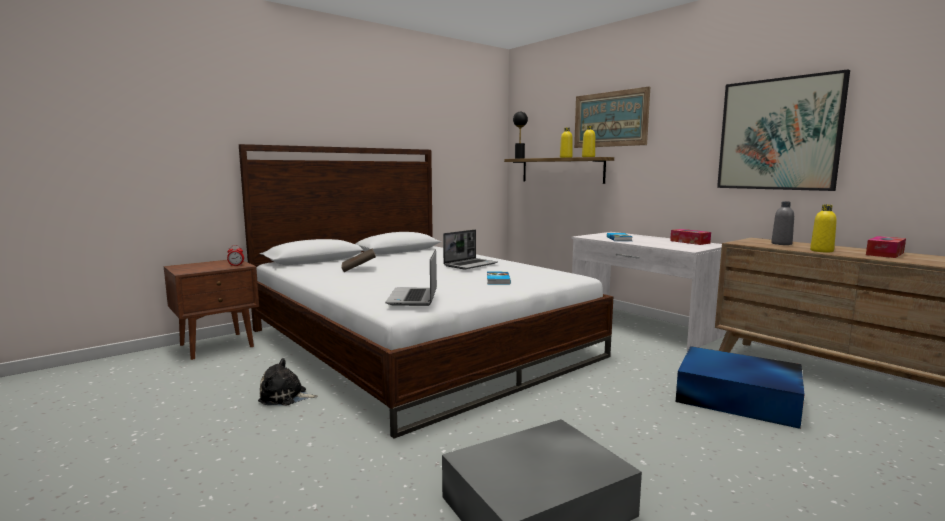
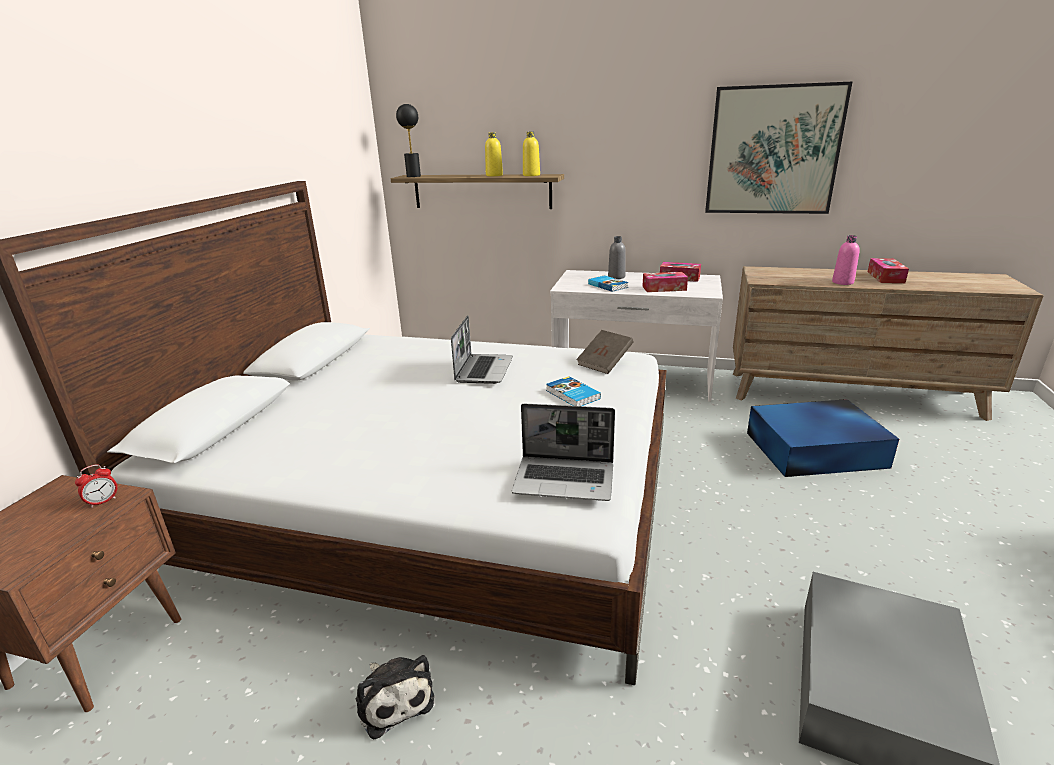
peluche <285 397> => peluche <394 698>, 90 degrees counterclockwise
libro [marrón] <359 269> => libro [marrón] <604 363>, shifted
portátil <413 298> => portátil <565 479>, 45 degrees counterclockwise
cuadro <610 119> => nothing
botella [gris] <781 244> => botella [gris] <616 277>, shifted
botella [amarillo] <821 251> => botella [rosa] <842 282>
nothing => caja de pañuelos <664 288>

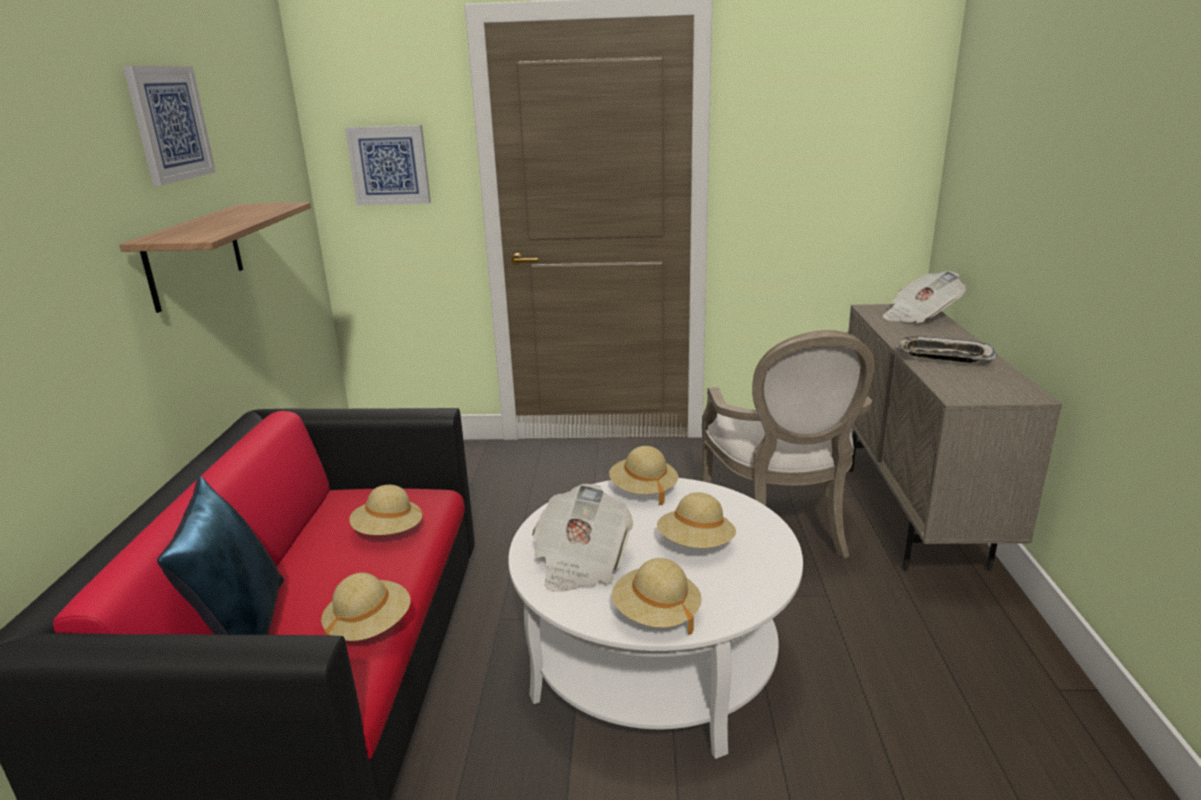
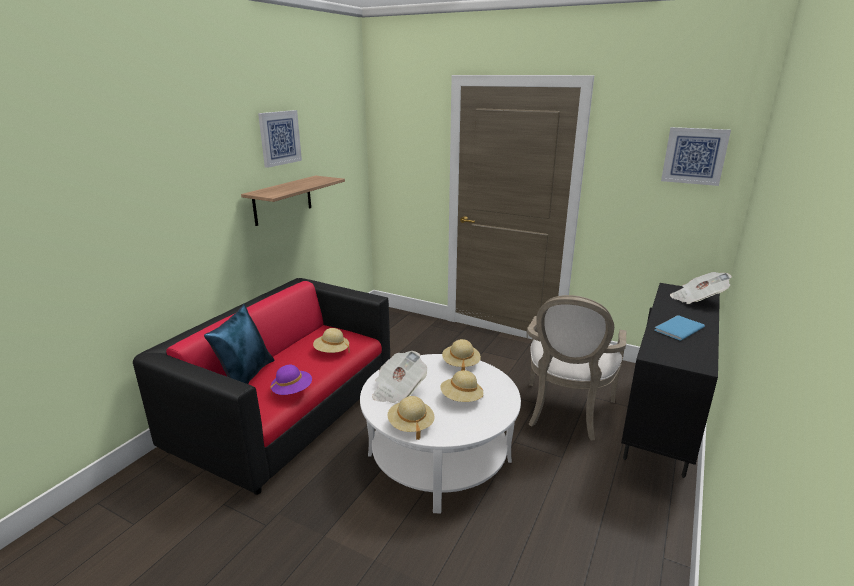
sombrero [beis] <369 626> => sombrero [morado] <292 391>
cuadro <389 165> => cuadro <694 156>, shifted
armario [beis] <912 515> => armario [negro] <660 429>
bandeja <943 356> => libro [azul] <677 329>

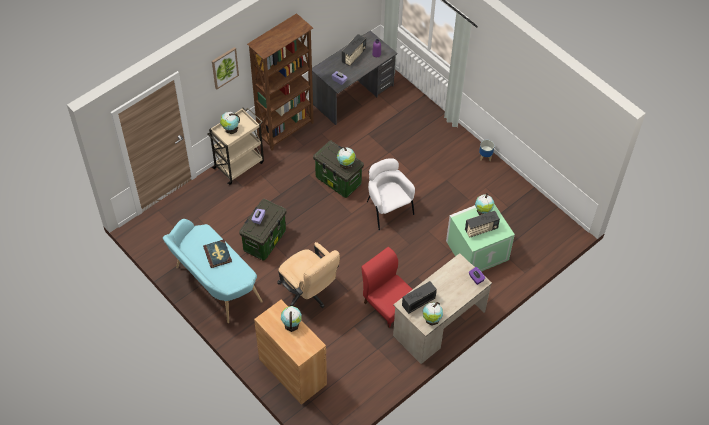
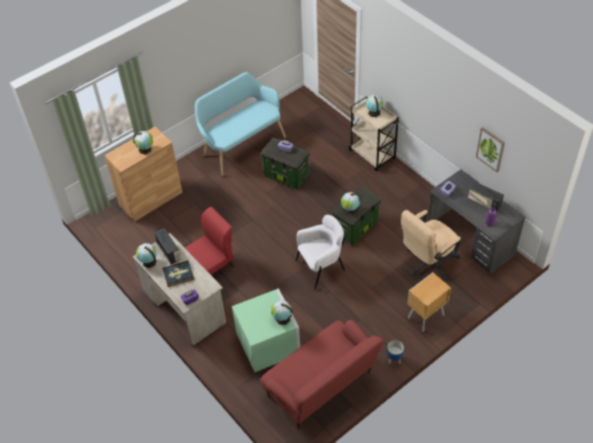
libro <217 254> => libro <178 274>, shifted
cuadro <224 67> => cuadro <490 149>, shifted
estantería [marrón] <286 130> => nothing
silla de oficina [beis] <308 293> => silla de oficina [beis] <427 263>, shifted
radio <481 229> => nothing
nothing => sofá [rojo] <321 386>
nothing => mesita de noche [marrón] <425 317>

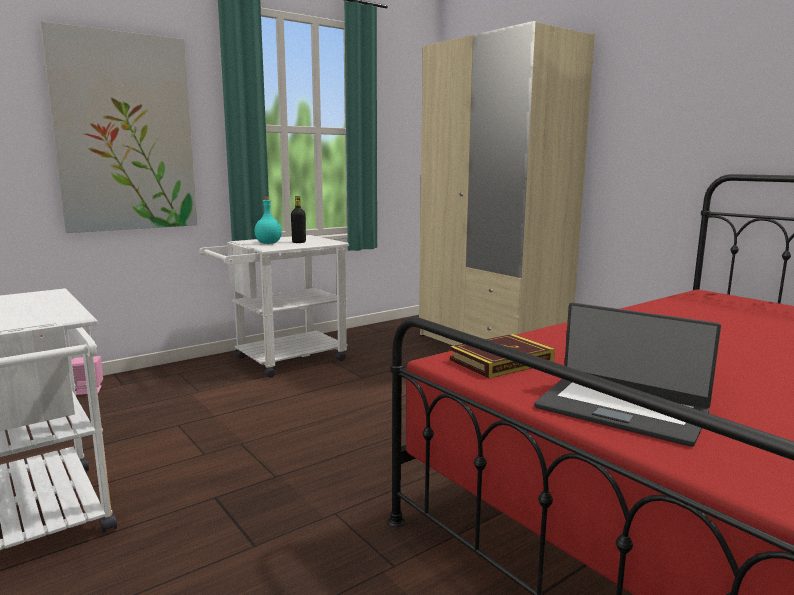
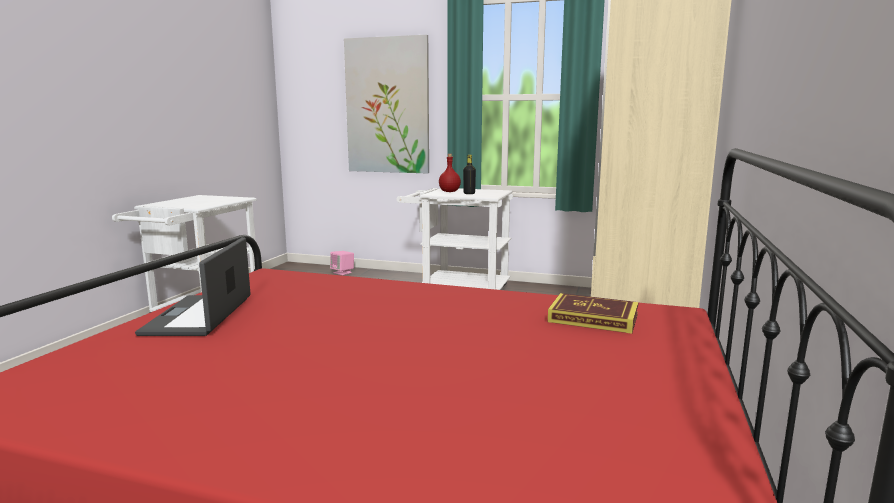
botella [turquesa] <269 243> => botella [rojo] <450 191>
libro <501 361> => libro <593 318>, shifted

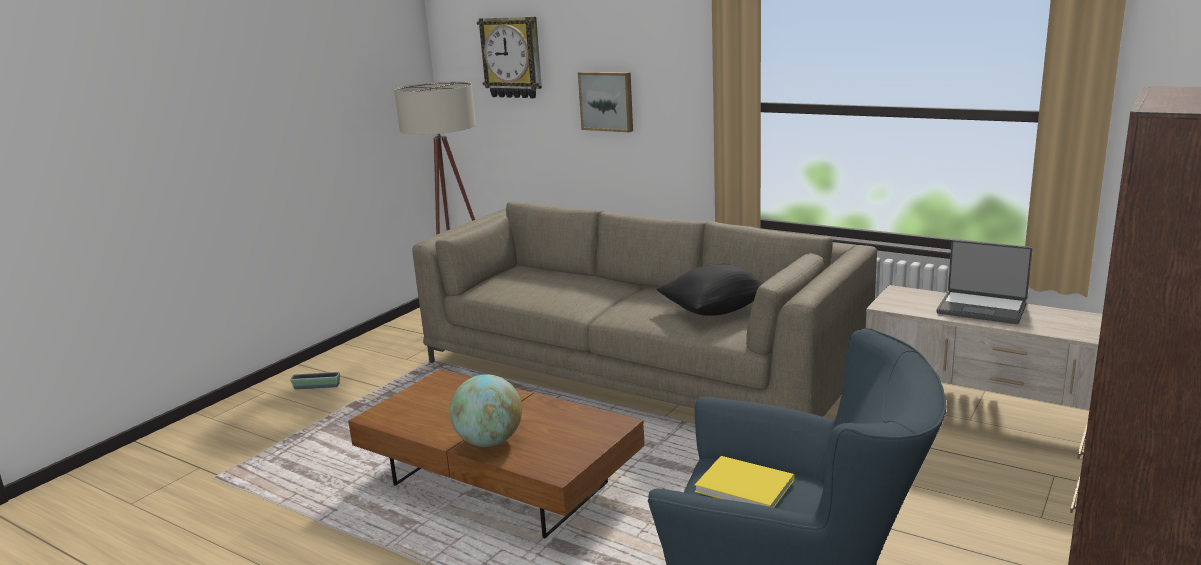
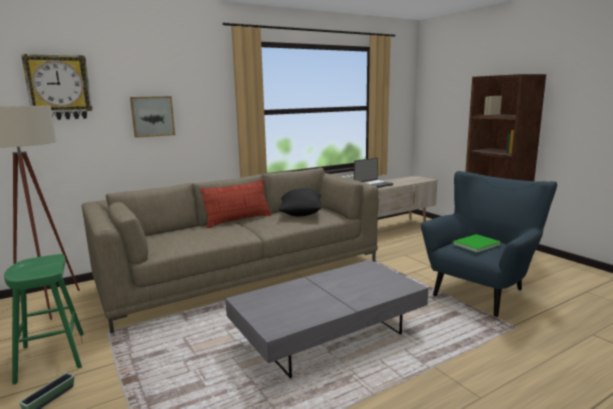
mesa de centro [marrón] <501 484> => mesa de centro [gris] <328 337>
globo terráqueo <489 442> => nothing
libro [amarillo] <743 484> => libro [verde] <474 244>
nothing => taburete [verde] <51 357>
nothing => cojín <238 220>

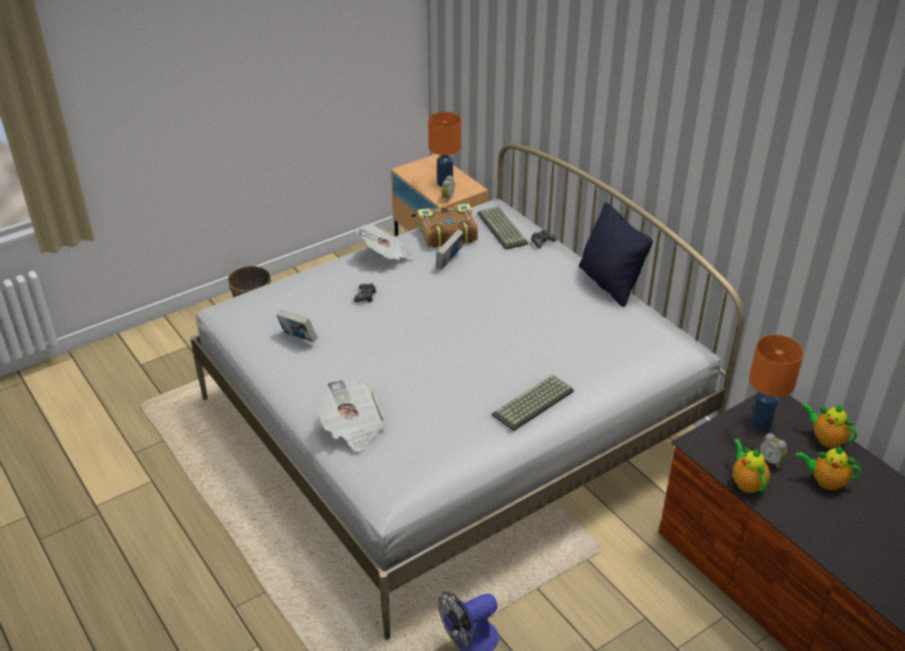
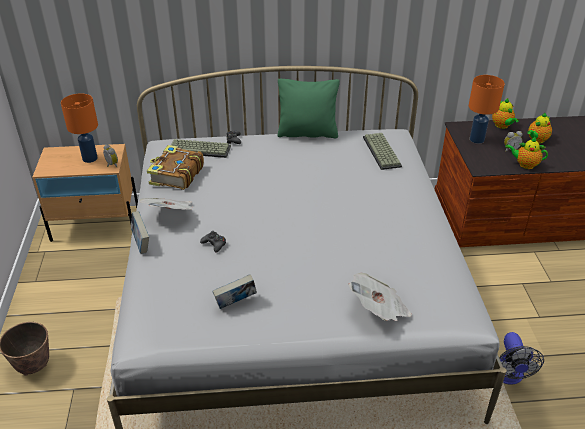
libro <449 261> => libro <141 243>, shifted
teclado <533 404> => teclado <383 152>, shifted
cojín [negro] <609 283> => cojín [verde] <307 133>
tetera <826 439> => tetera <502 126>, 90 degrees counterclockwise

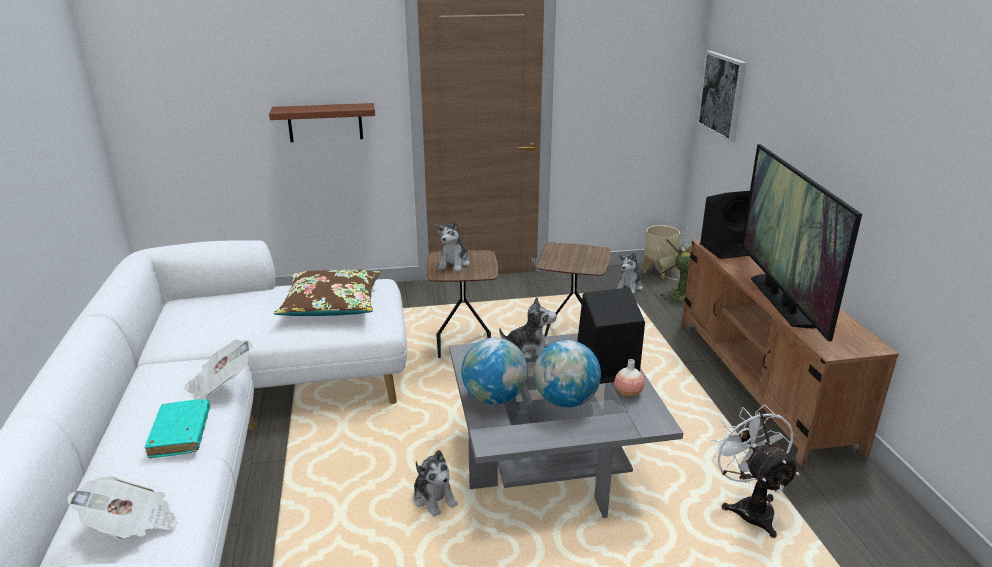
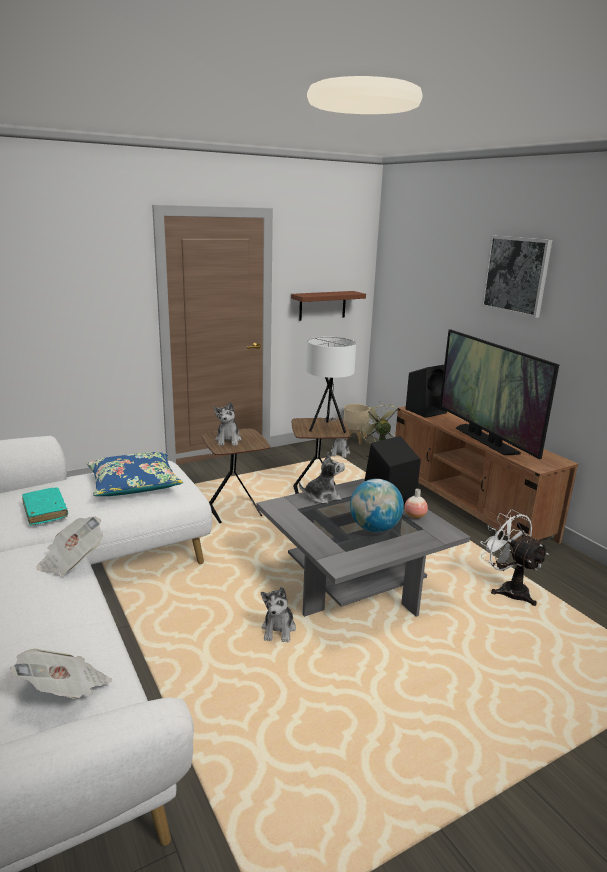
libro [turquesa] <181 434> => libro [turquesa] <45 511>, shifted
estante [marrón] <325 122> => estante [marrón] <322 305>, shifted
cojín [marrón] <332 304> => cojín [azul] <134 484>
peluche <434 498> => peluche <279 629>, 60 degrees clockwise
globo terráqueo <494 398> => nothing
cuadro <722 95> => cuadro <516 275>, shifted
nothing => lámpara de mesa [blanco] <327 428>

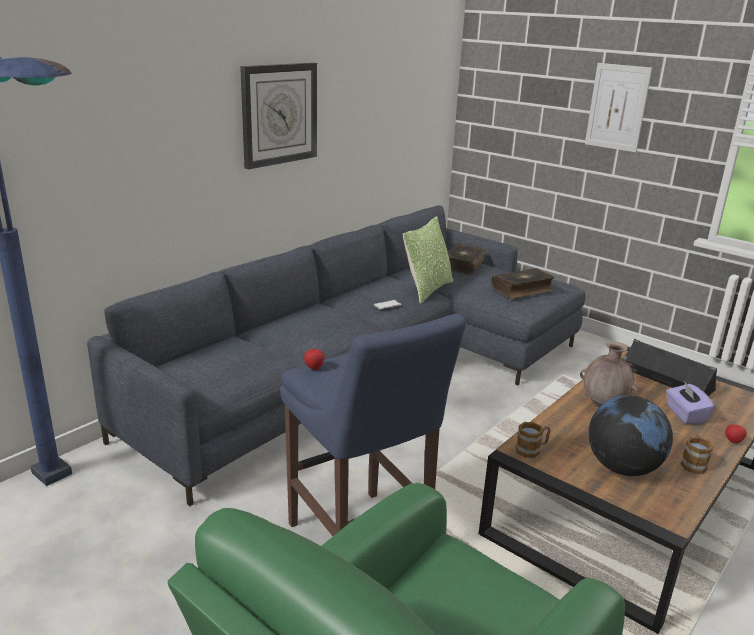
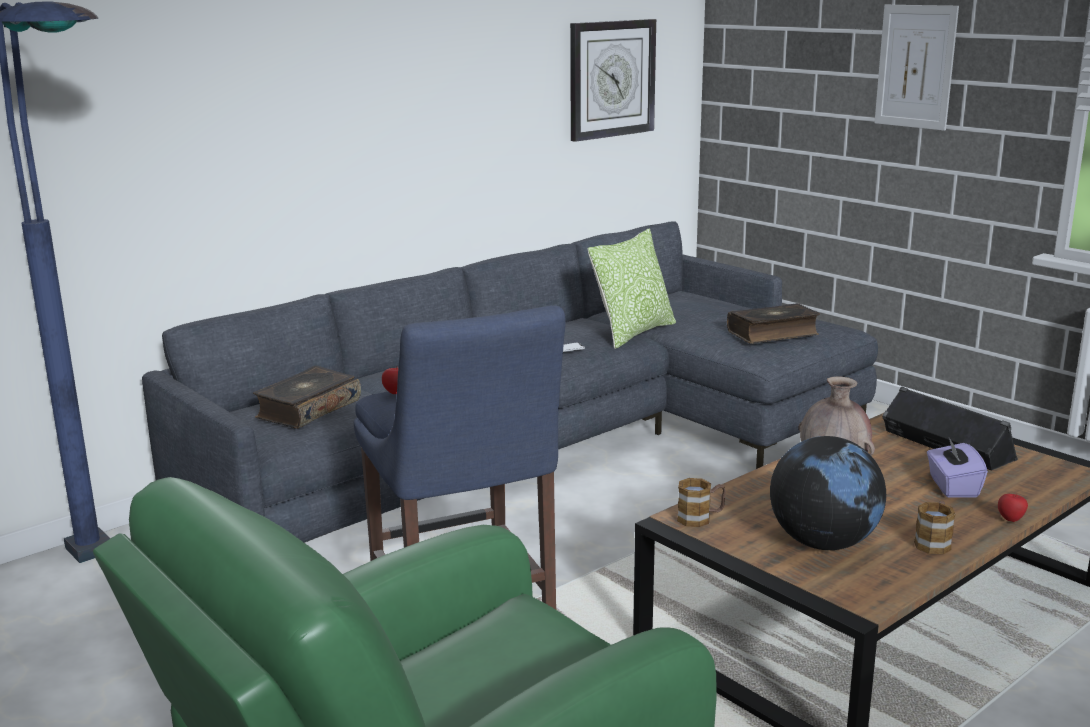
reloj de pared <279 114> => reloj de pared <611 79>, shifted
libro <462 265> => libro <307 409>, shifted

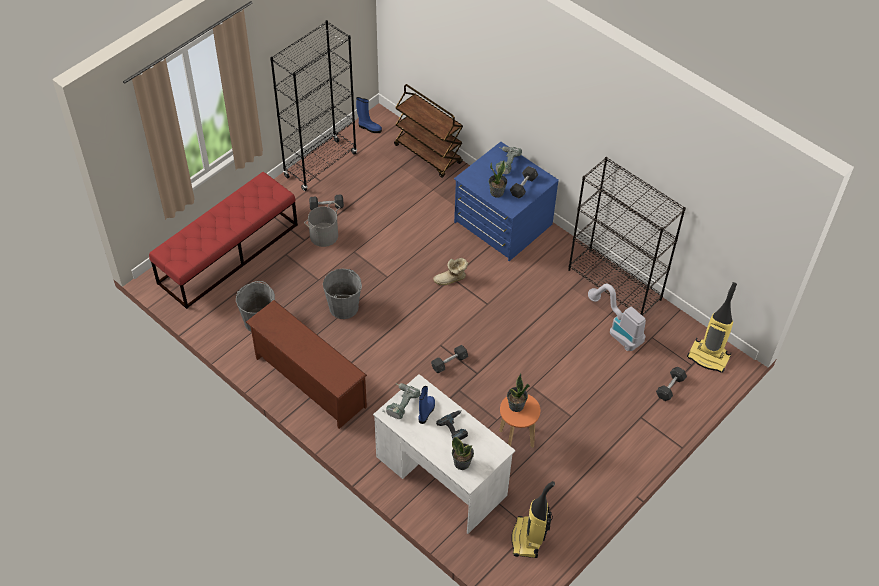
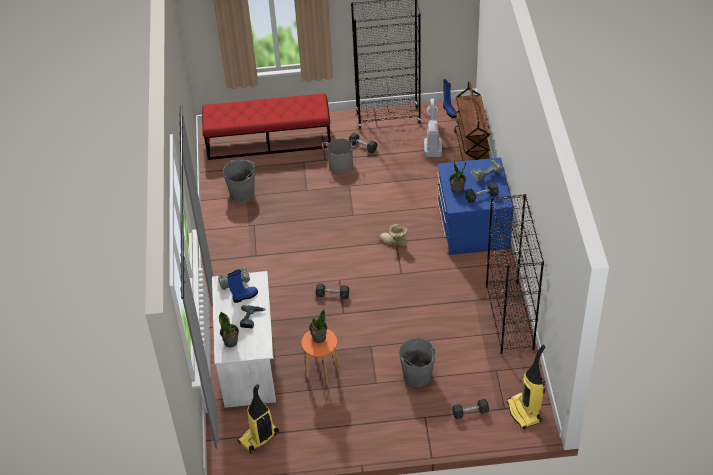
zapatero [marrón] <308 382> => nothing
cubo [gris] <344 307> => cubo [gris] <417 375>, shifted
aspiradora <617 330> => aspiradora <432 142>, shifted

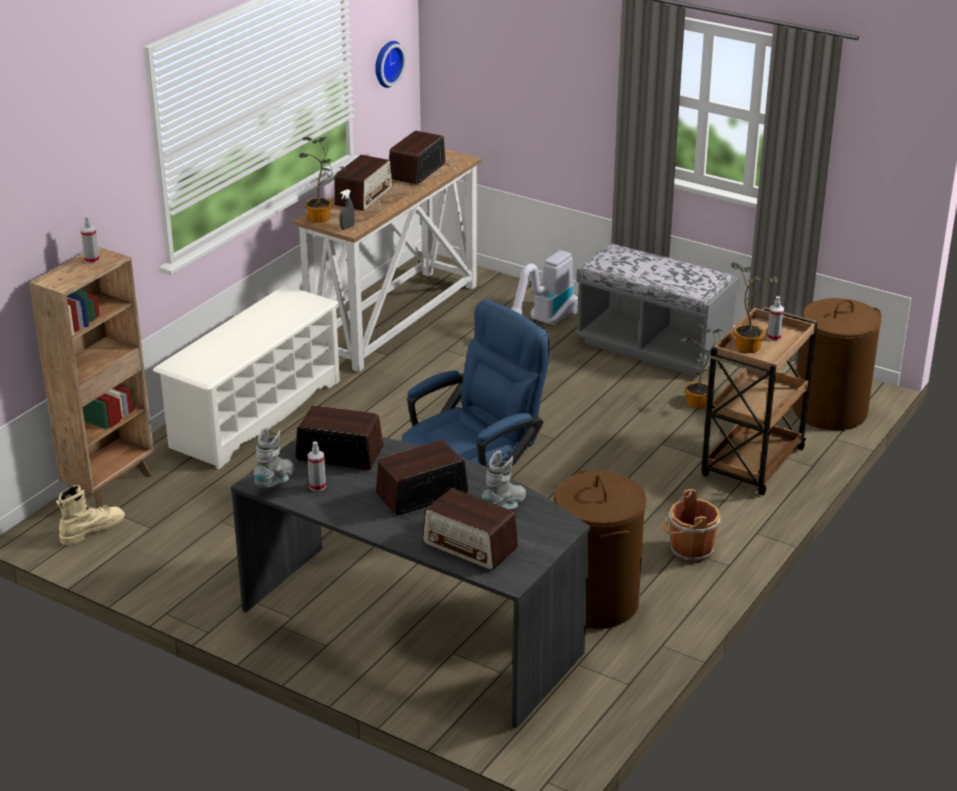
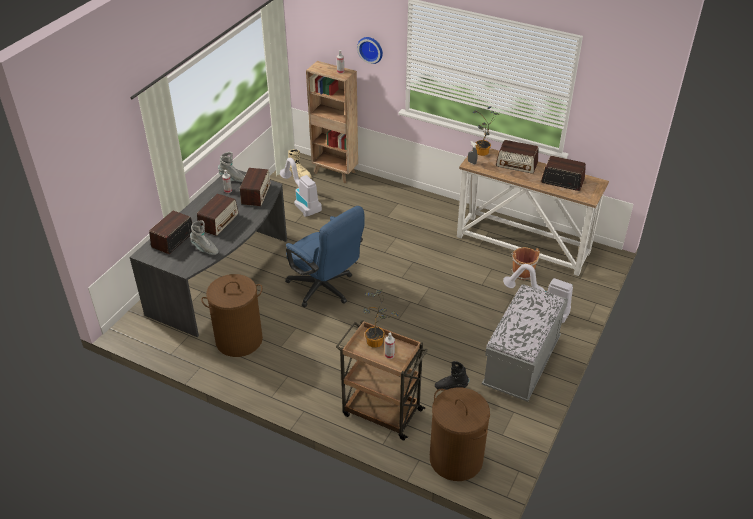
zapatero [blanco] <255 414> => nothing
reloj de pared <386 63> => reloj de pared <371 49>, shifted
radio <421 494> => radio <219 222>, 60 degrees clockwise
cubo [marrón] <689 550> => cubo [marrón] <522 272>, shifted
planta en maceta <699 404> => bota [negro] <451 387>
nothing => aspiradora <302 203>

